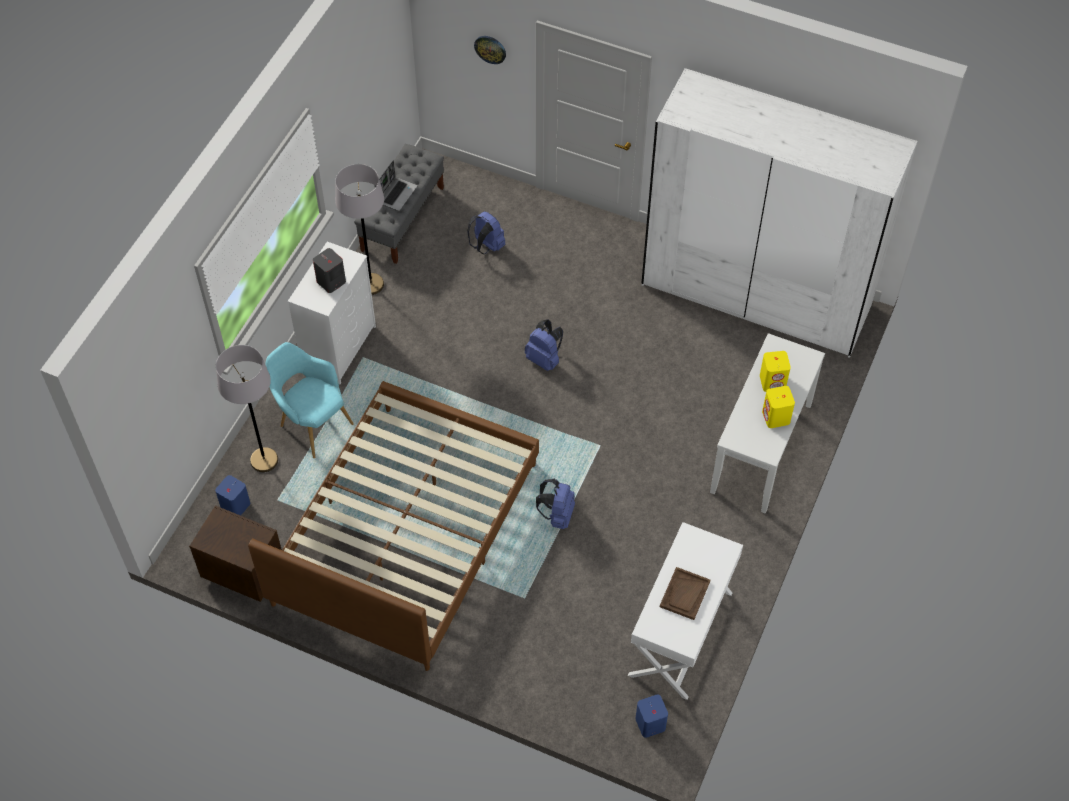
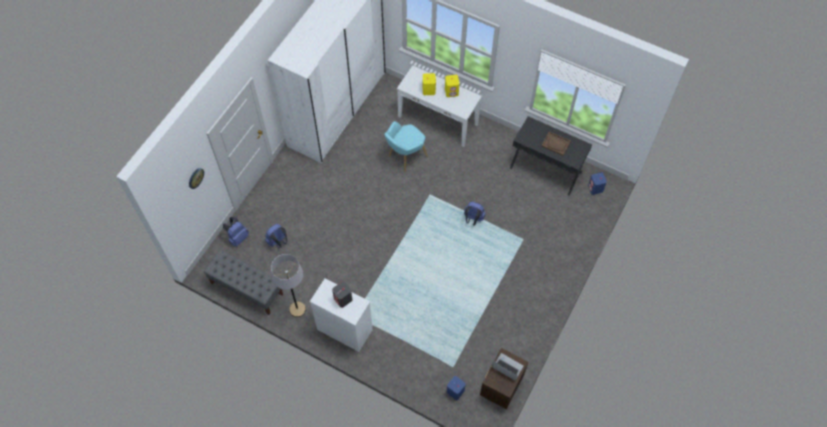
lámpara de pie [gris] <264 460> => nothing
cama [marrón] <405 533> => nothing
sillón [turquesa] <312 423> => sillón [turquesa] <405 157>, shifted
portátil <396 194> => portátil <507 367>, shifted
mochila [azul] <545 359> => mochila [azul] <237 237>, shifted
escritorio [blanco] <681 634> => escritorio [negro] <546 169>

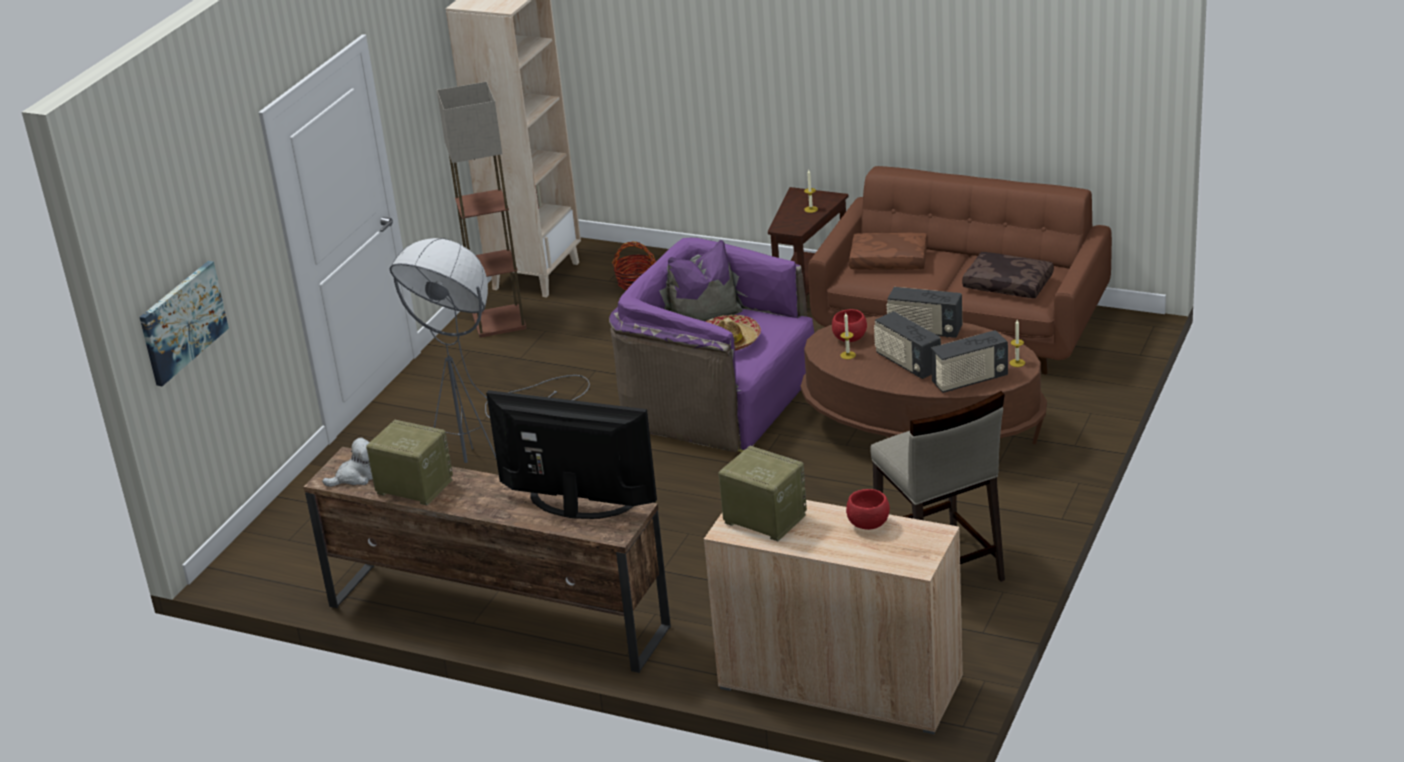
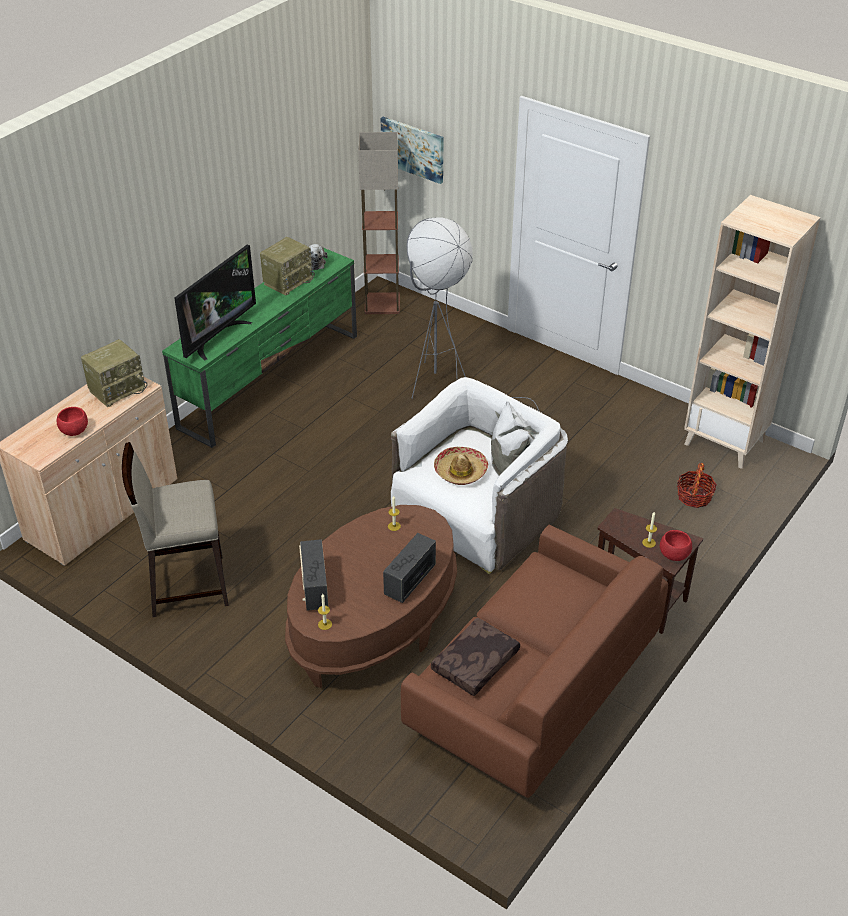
mueble de televisión [marrón] <496 615> => mueble de televisión [verde] <271 380>
lámpara de pie <498 321> => lámpara de pie <382 303>, shifted
sillón [morado] <719 401> => sillón [blanco] <477 513>
cuenco [rojo] <849 339> => cuenco [rojo] <674 555>, shifted
cojín [marrón] <888 261> => nothing
radio <907 363> => nothing

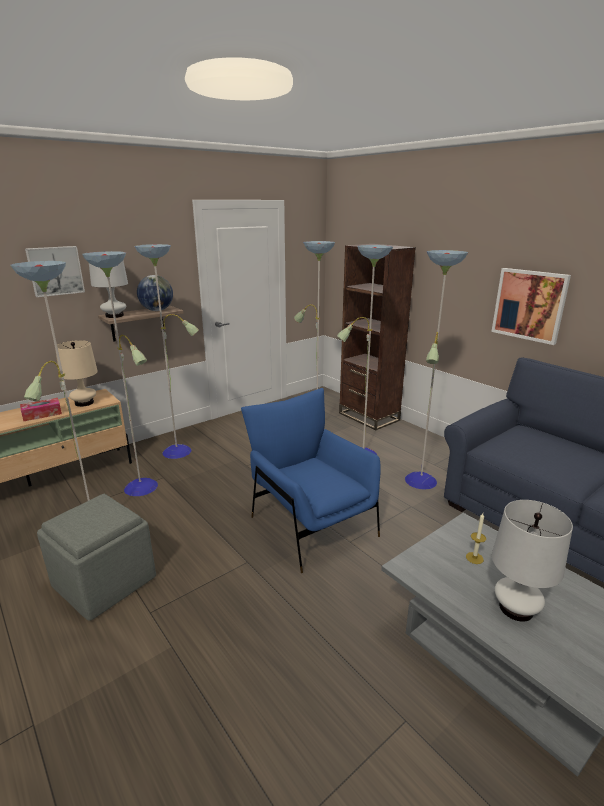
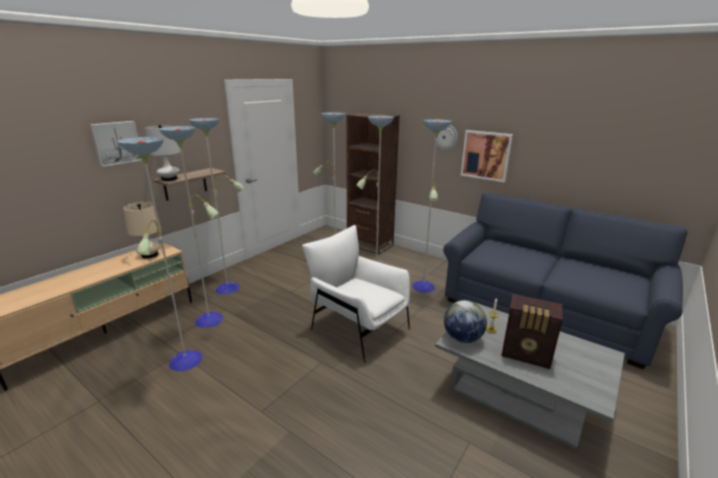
caja de pañuelos <42 414> => nothing
puf [gris] <105 581> => nothing
globo terráqueo <157 310> => globo terráqueo <462 338>, shifted
sillón [azul] <311 524> => sillón [blanco] <357 328>
lámpara de mesa [blanco] <516 608> => radio <527 355>
nothing => reloj de pared <446 137>

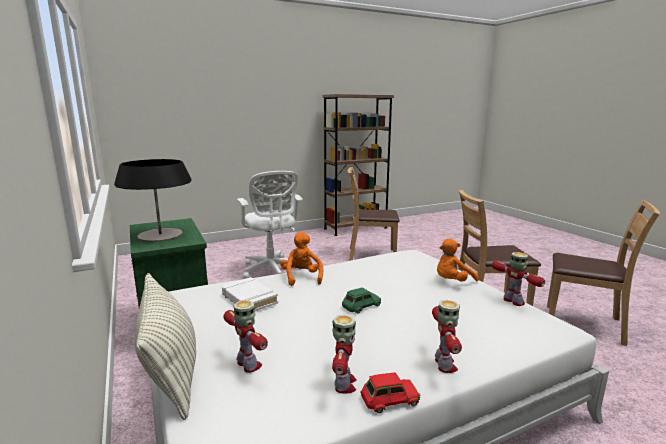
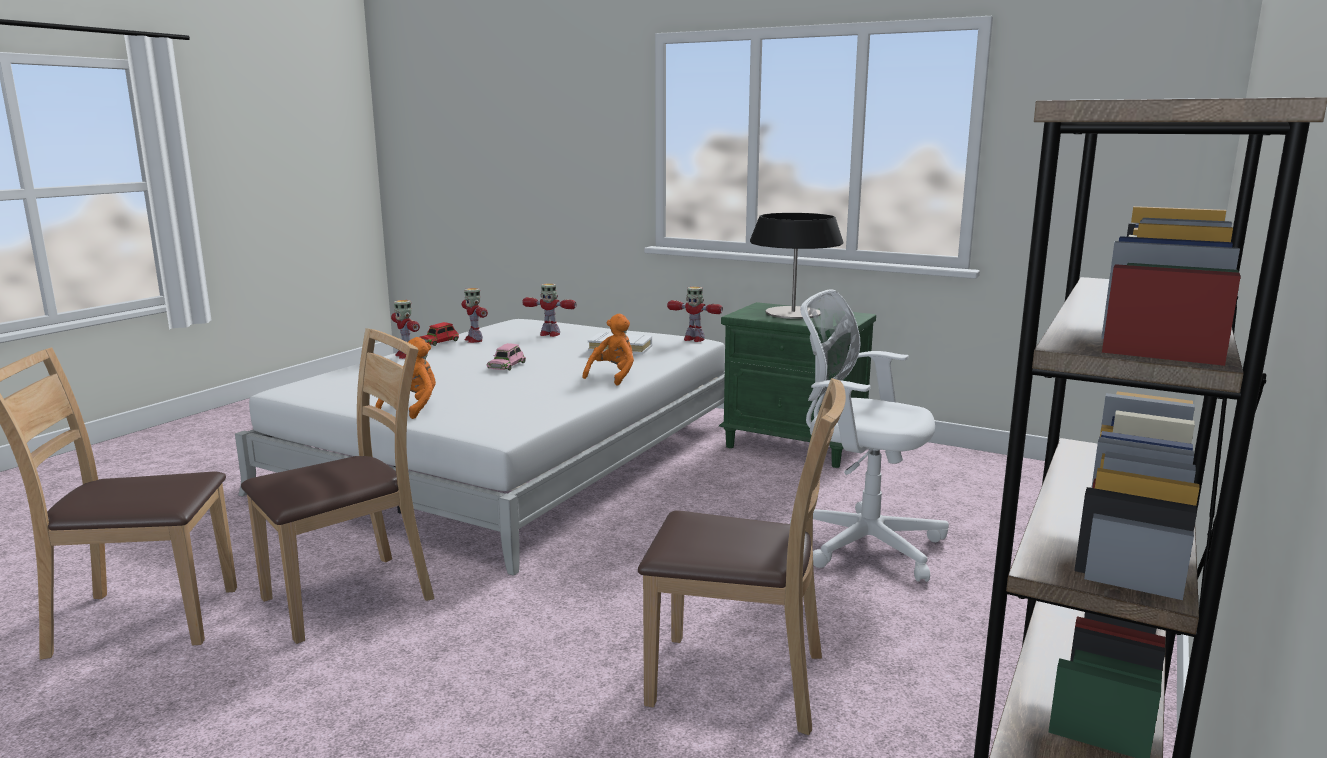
cojín <170 371> => nothing
peluche [naranja] <301 277> => peluche [naranja] <613 376>, 105 degrees counterclockwise
coche de juguete [verde] <361 306> => coche de juguete [rosa] <506 365>
silla [marrón] <371 255> => silla [marrón] <739 681>, 45 degrees clockwise
robot de juguete <514 301> => robot de juguete <693 339>, shifted

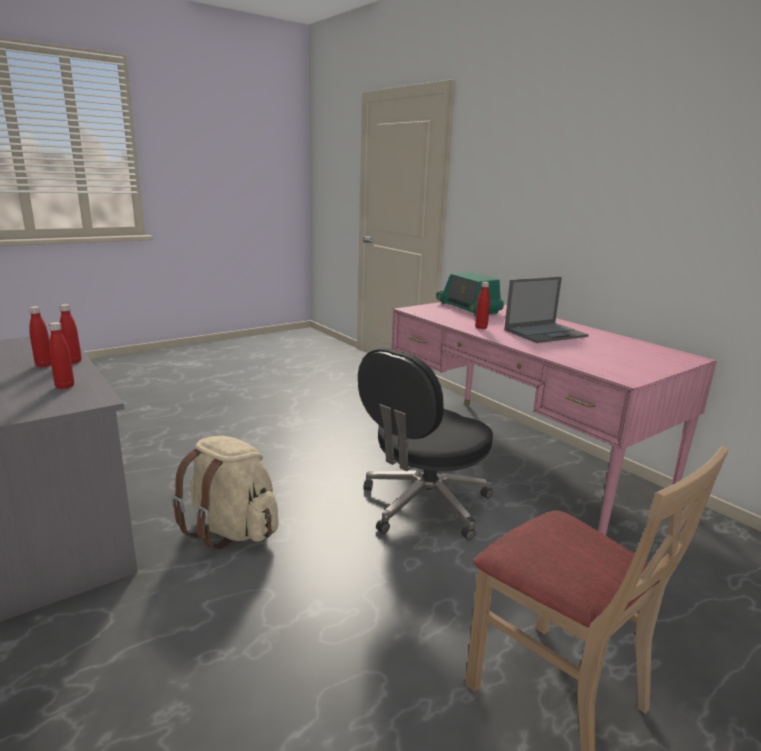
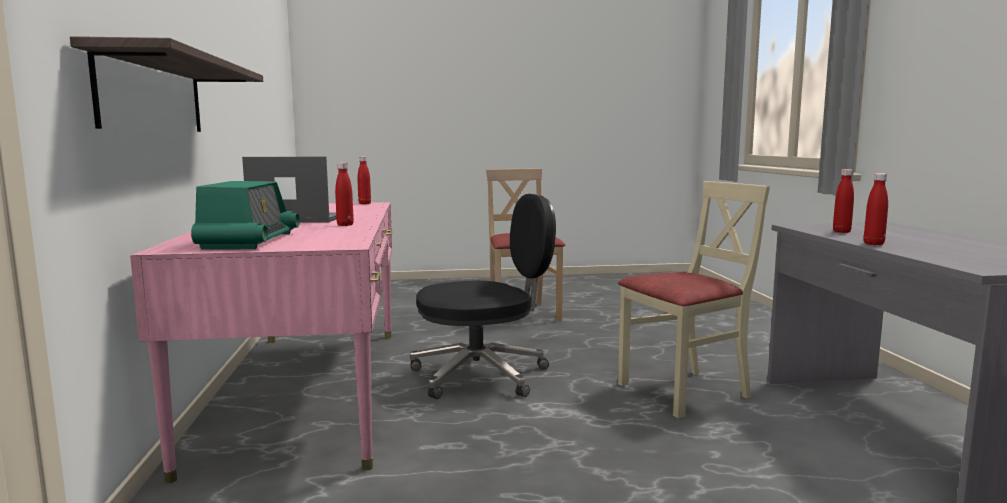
botella [rojo] <44 365> => botella [rojo] <364 203>, shifted
mochila [beis] <231 530> => silla [beis] <684 392>
nothing => estante <153 95>

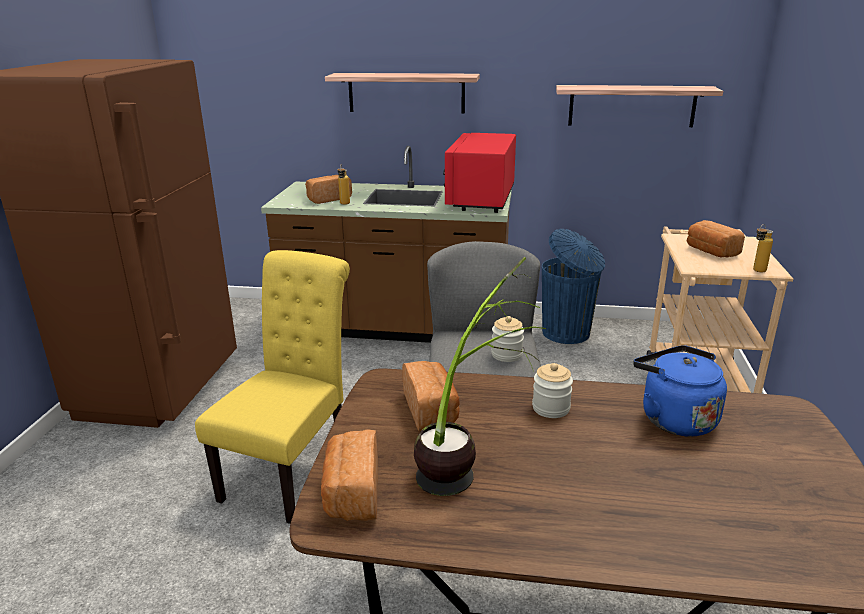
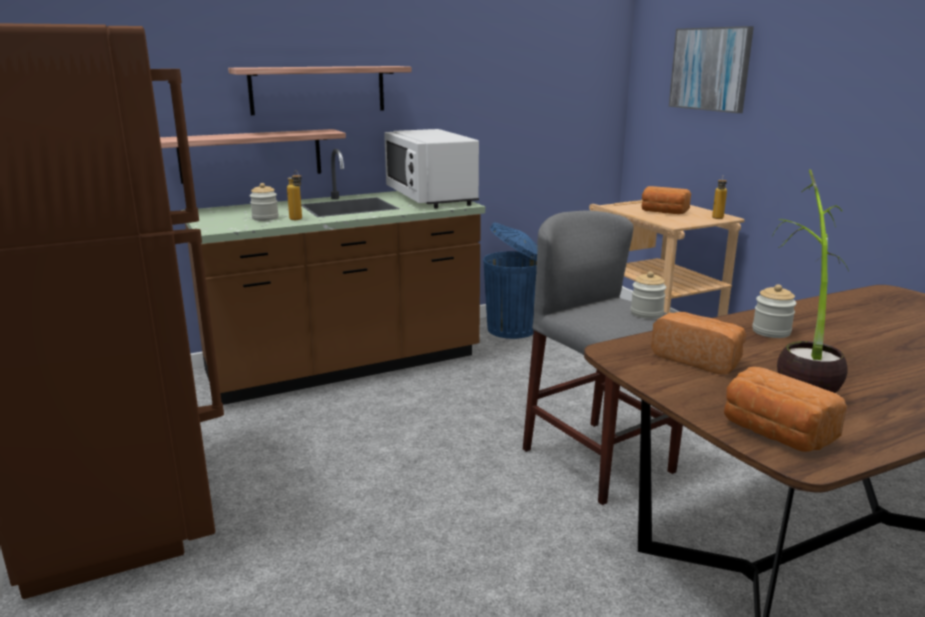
silla [amarillo] <292 469> => nothing
pan <328 199> => tarro <265 218>
microondas [rojo] <481 199> => microondas [blanco] <431 198>
estante <631 106> => estante <251 155>, shifted
hervidor [azul] <674 418> => nothing
nothing => cuadro <710 69>

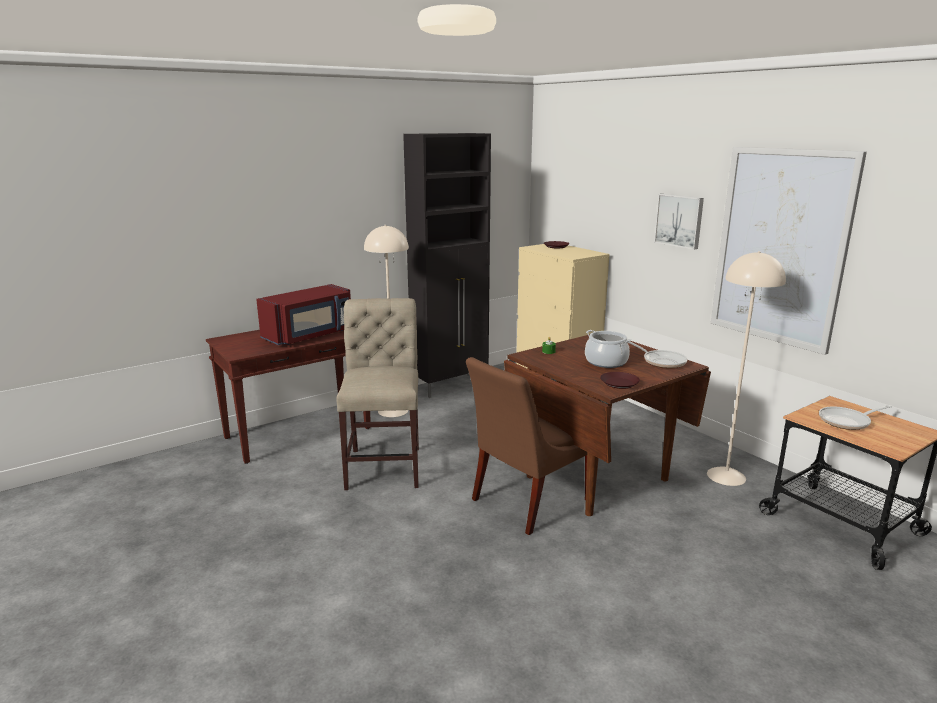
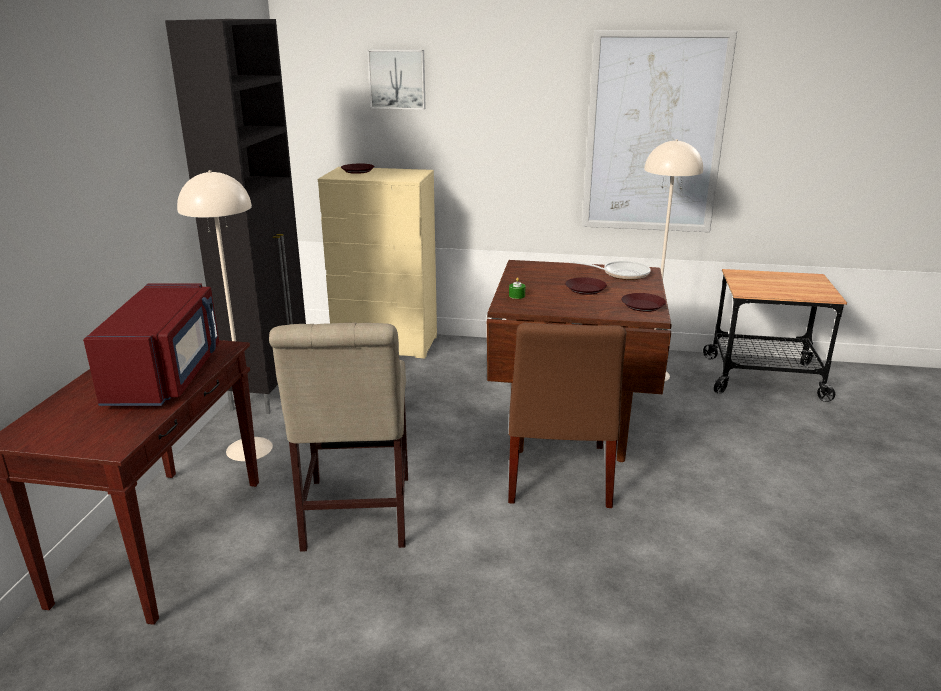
silla [beis] <385 465> => silla [beis] <355 517>, 135 degrees counterclockwise
olla <606 362> => plato [marrón] <585 289>
cuadro <679 220> => cuadro <397 79>, shifted
sartén <847 421> => nothing

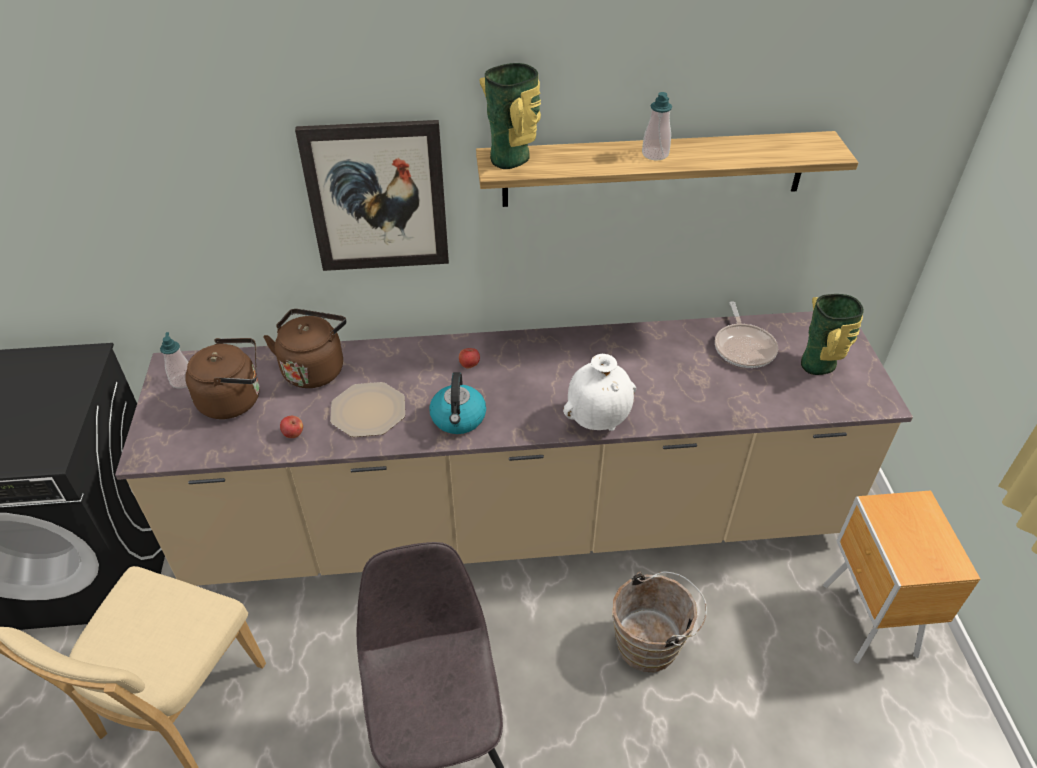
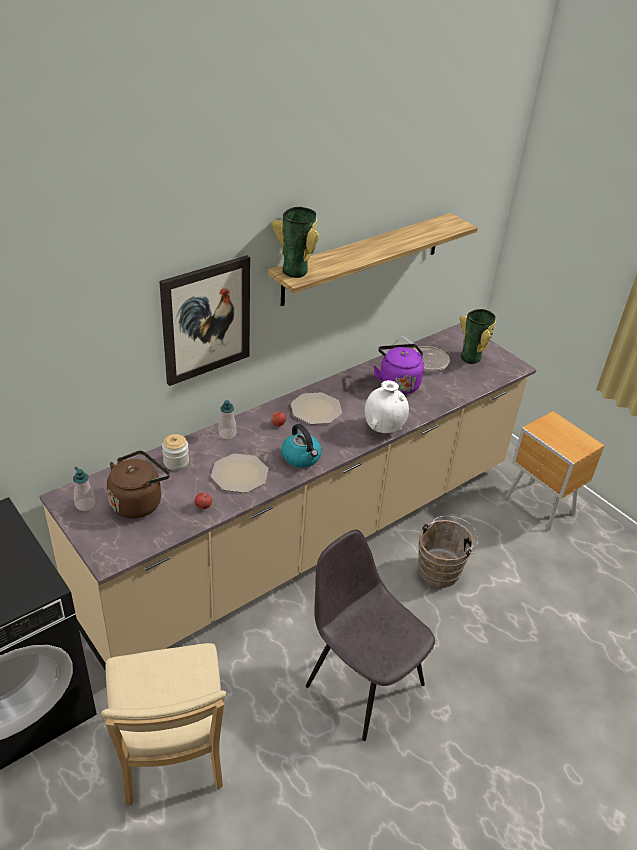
hervidor [marrón] <314 368> => tarro <176 462>
dispensador de jabón <655 154> => dispensador de jabón <227 434>, shifted
nothing => plato <316 410>
nothing => hervidor [morado] <397 383>

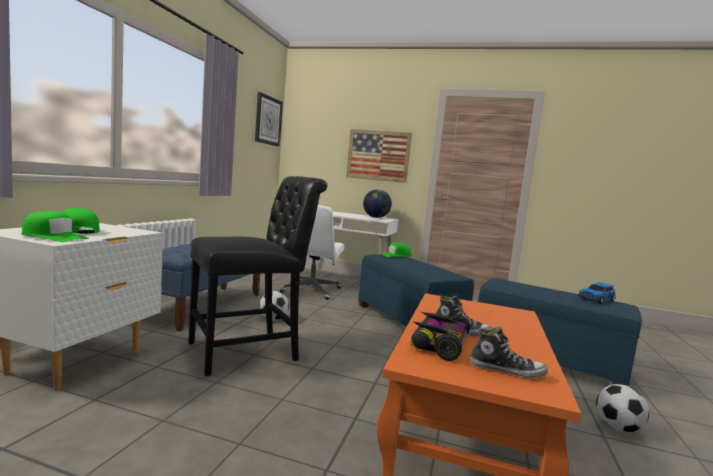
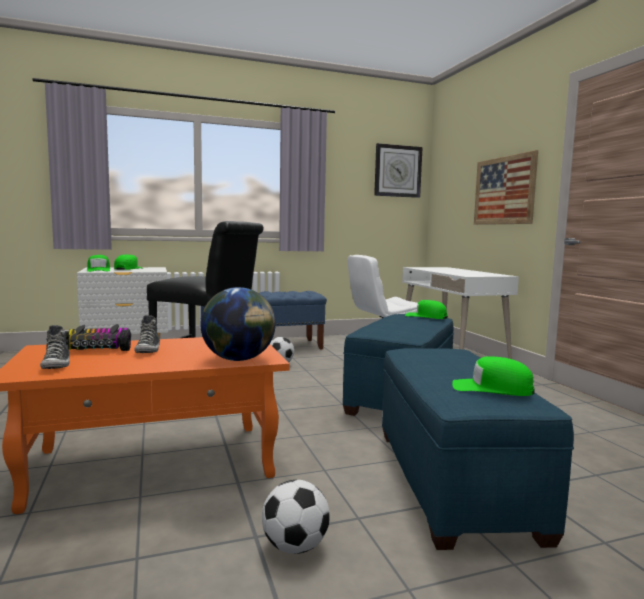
globo terráqueo <376 217> => globo terráqueo <239 359>, shifted
coche de juguete <596 299> => gorra [verde] <491 389>

